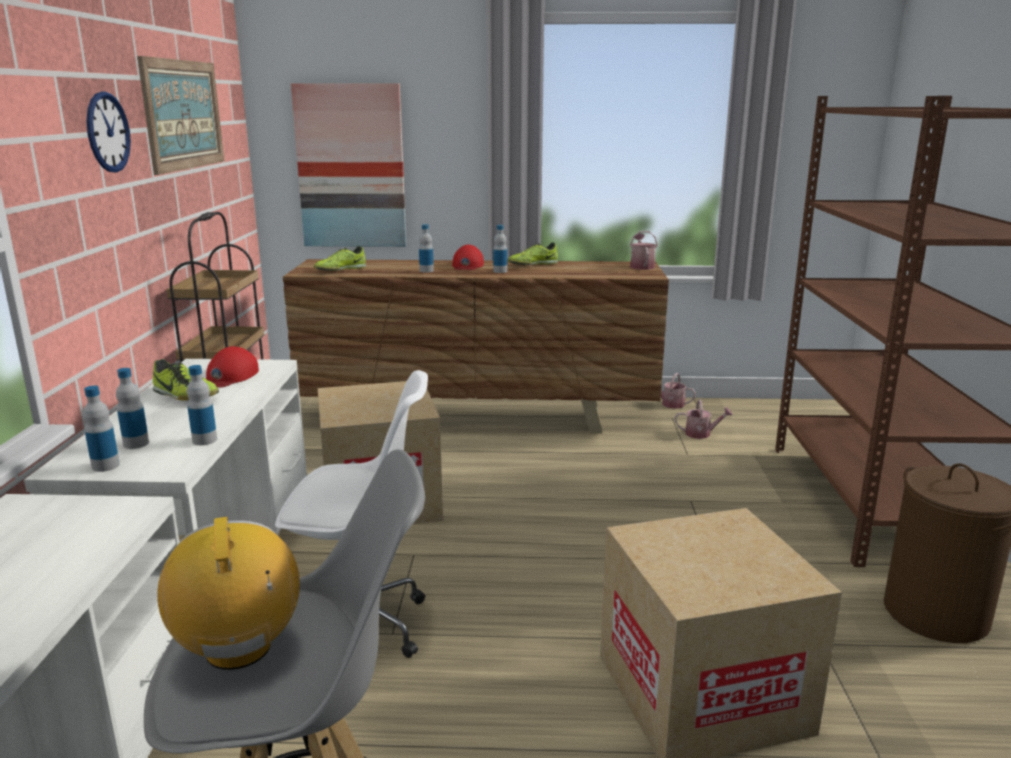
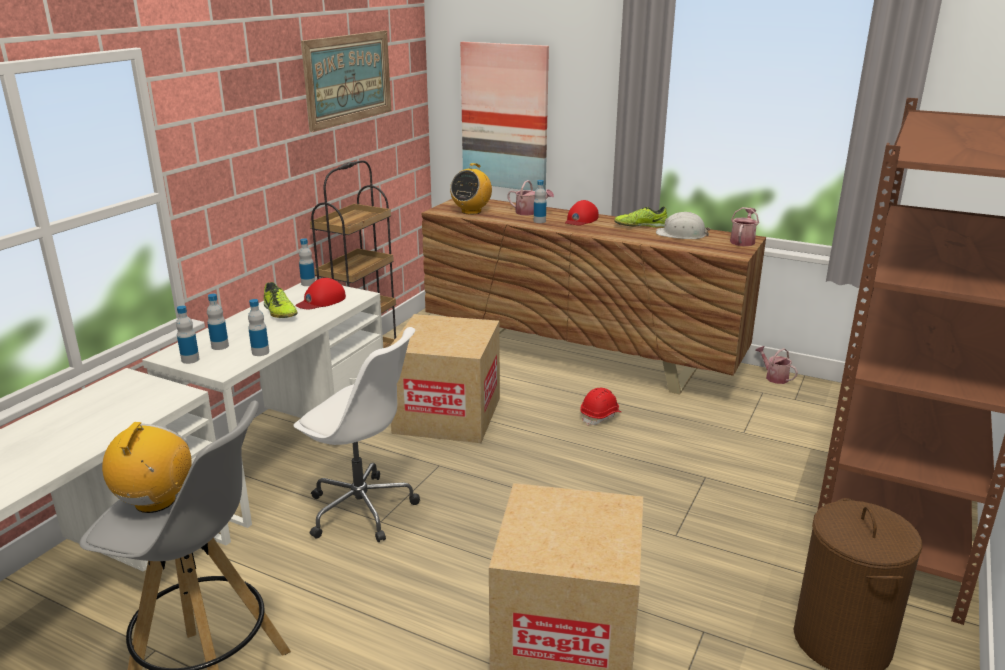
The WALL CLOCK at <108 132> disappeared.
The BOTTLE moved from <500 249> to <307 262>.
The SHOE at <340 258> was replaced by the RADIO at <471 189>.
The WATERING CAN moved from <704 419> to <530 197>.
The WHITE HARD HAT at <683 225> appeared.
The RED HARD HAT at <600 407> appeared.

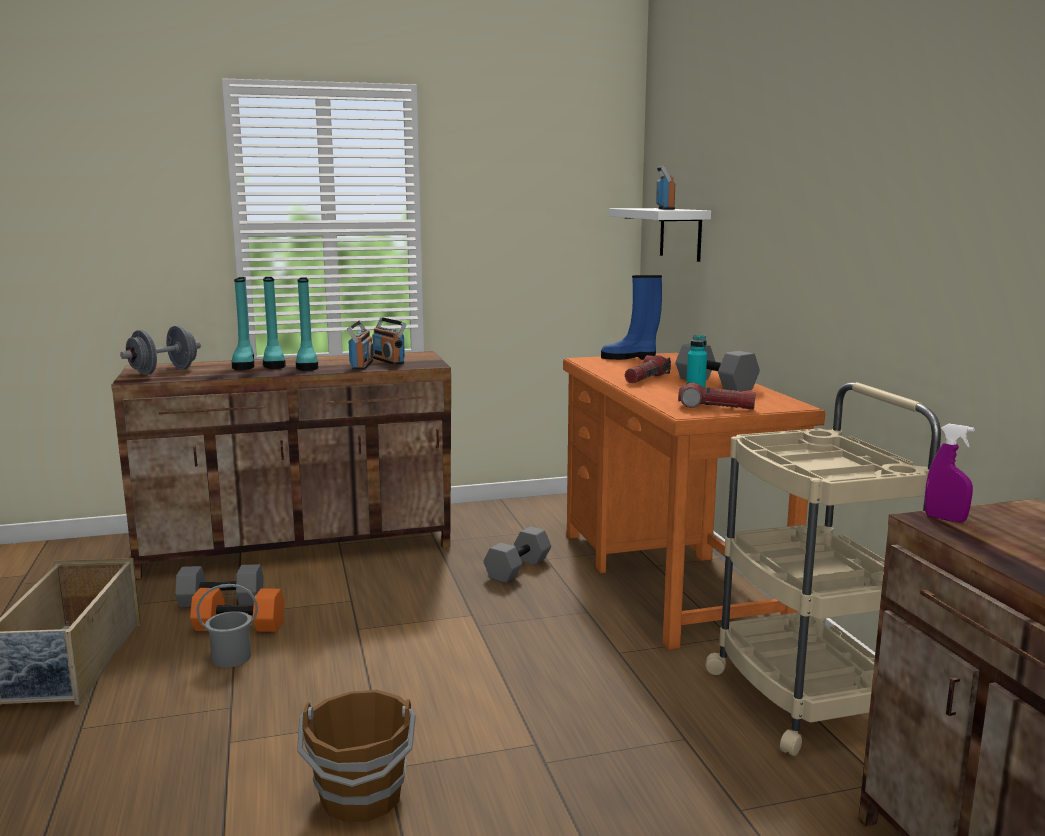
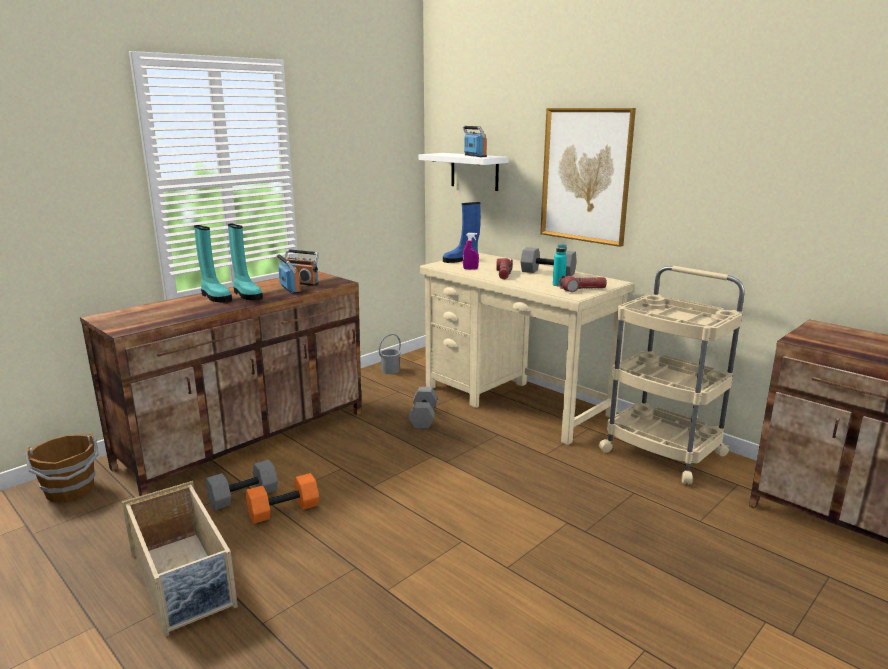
The TURQUOISE BOOT at <243 323> disappeared.
The GREY DUMBBELL at <160 350> disappeared.
The ORANGE DESK at <694 501> became the BEIGE DESK at <527 349>.
The PURPLE SPRAY BOTTLE moved from <949 473> to <471 251>.
The GREY BUCKET moved from <227 626> to <390 354>.
The BROWN BUCKET moved from <356 756> to <62 467>.
The PICTURE at <588 177> appeared.

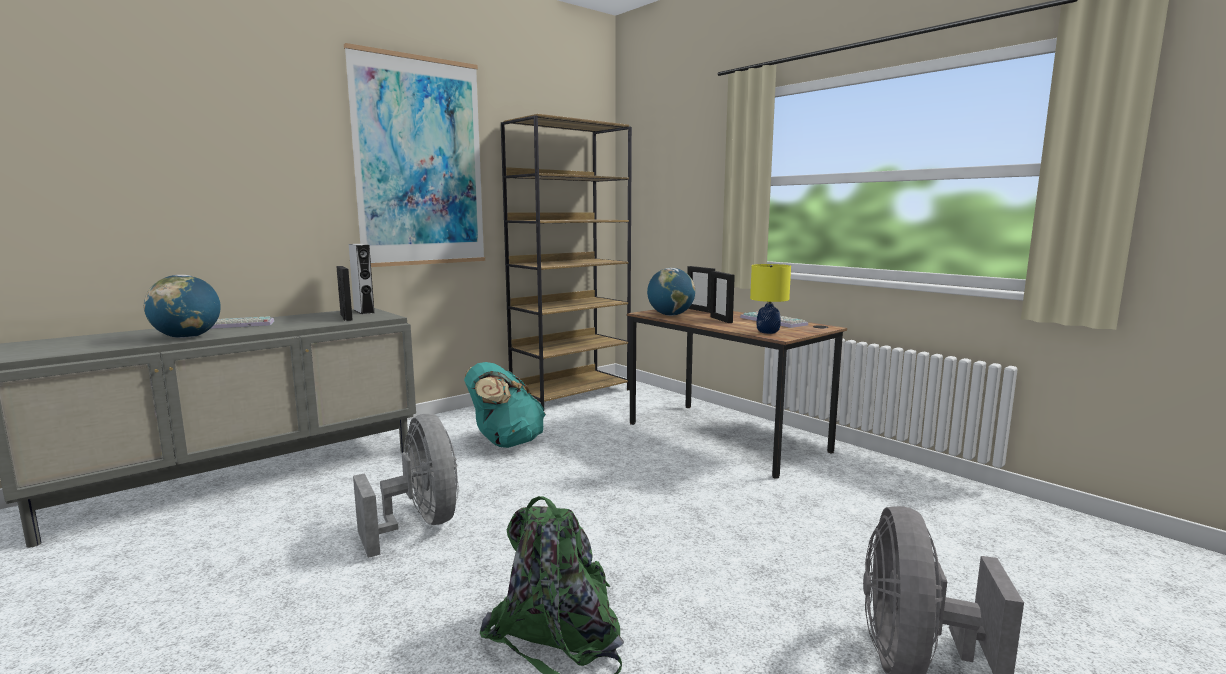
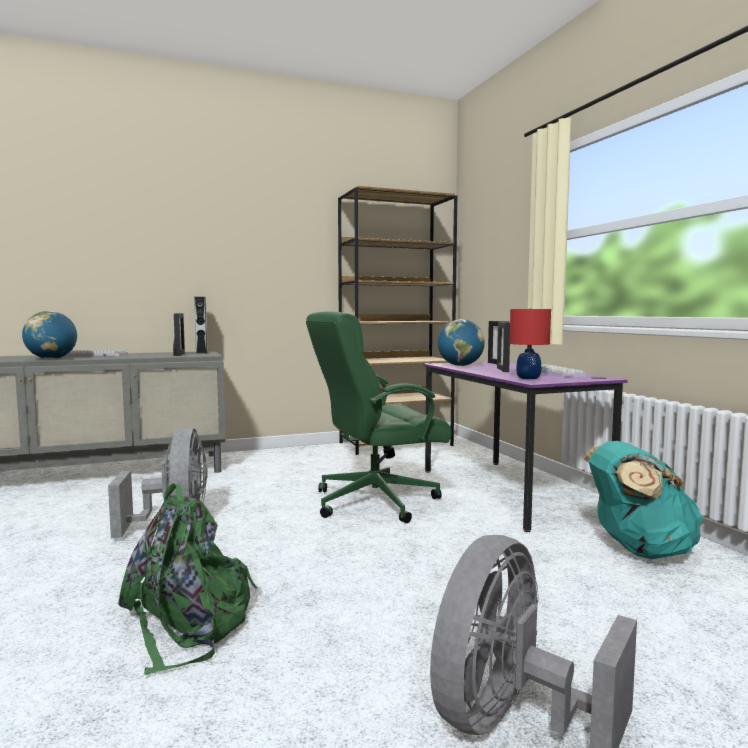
The PICTURE at <414 155> disappeared.
The YELLOW TABLE LAMP at <770 299> became the RED TABLE LAMP at <530 343>.
The BROWN DESK at <737 394> became the PURPLE DESK at <525 446>.
The TURQUOISE BACKPACK moved from <504 405> to <644 500>.
The GREEN OFFICE CHAIR at <379 417> appeared.

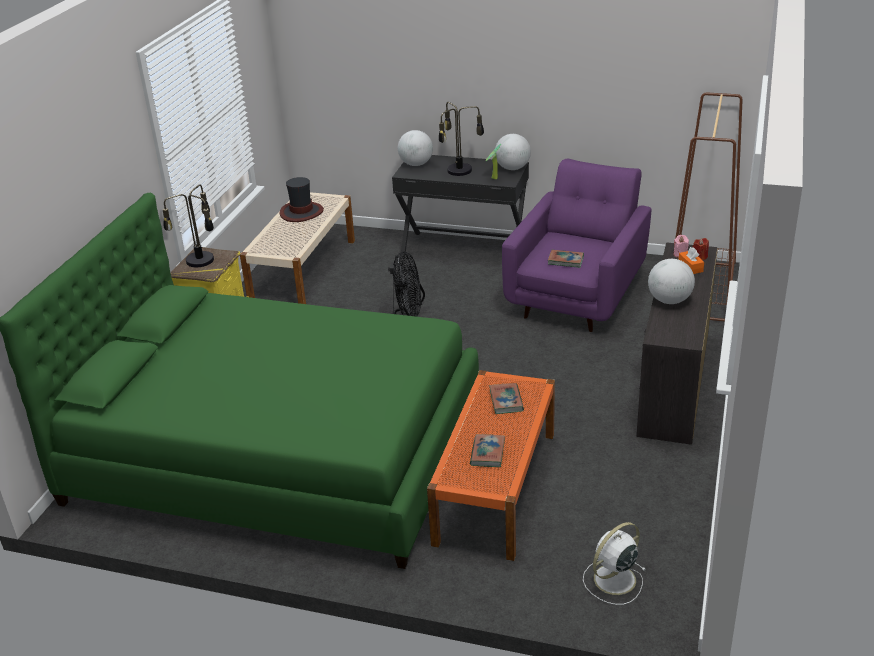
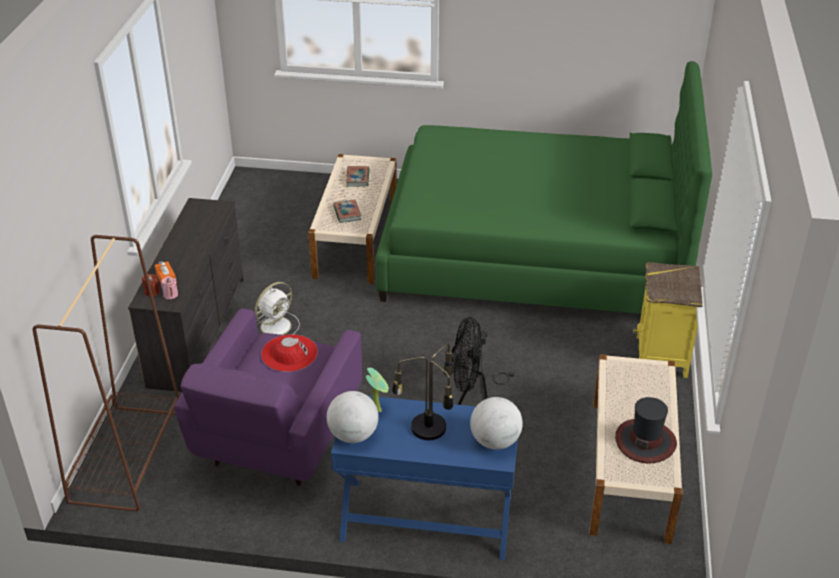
The BLACK DESK at <460 207> became the BLUE DESK at <424 478>.
The TABLE LAMP at <188 225> disappeared.
The BOOK at <566 259> was replaced by the RED HAT at <289 353>.
The GLOBE at <671 281> disappeared.
The ORANGE BENCH at <491 465> became the BEIGE BENCH at <352 219>.
The WHITE FAN moved from <614 563> to <277 308>.

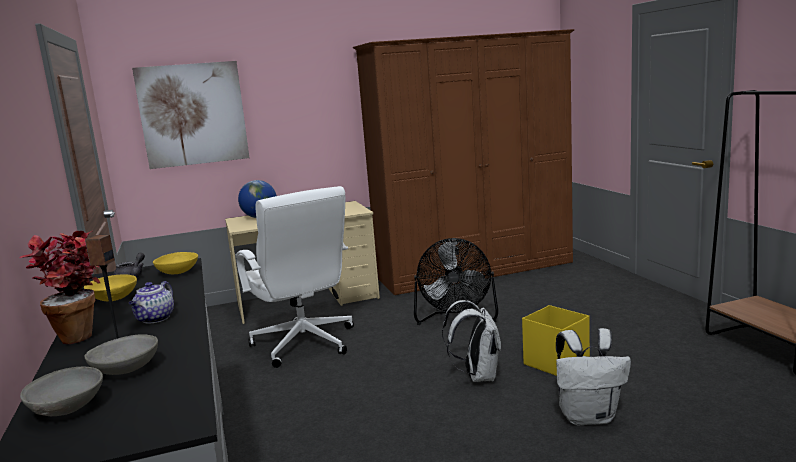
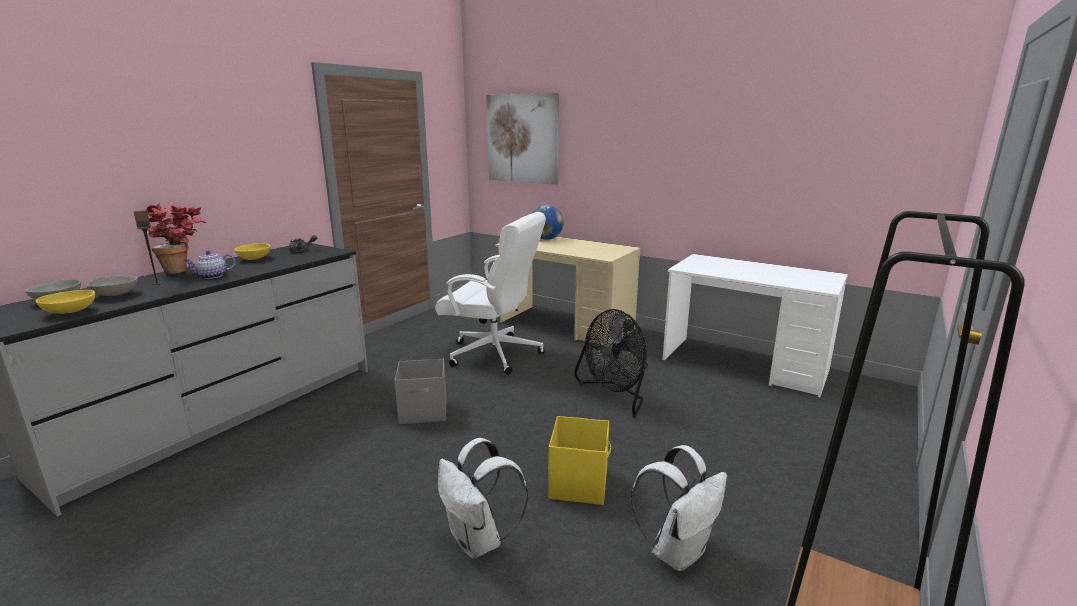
The BROWN WARDROBE at <463 162> was replaced by the WHITE DESK at <755 326>.
The WHITE OFFICE CHAIR at <294 277> turned 90 degrees counterclockwise.
The YELLOW BOWL moved from <175 263> to <65 302>.
The WHITE BACKPACK moved from <471 341> to <678 508>.
The GREY STORAGE BOX at <421 391> appeared.

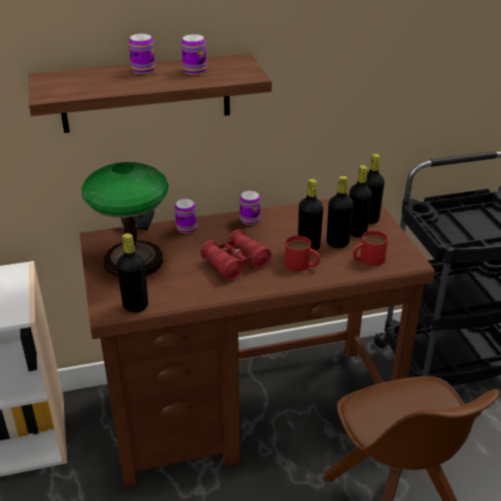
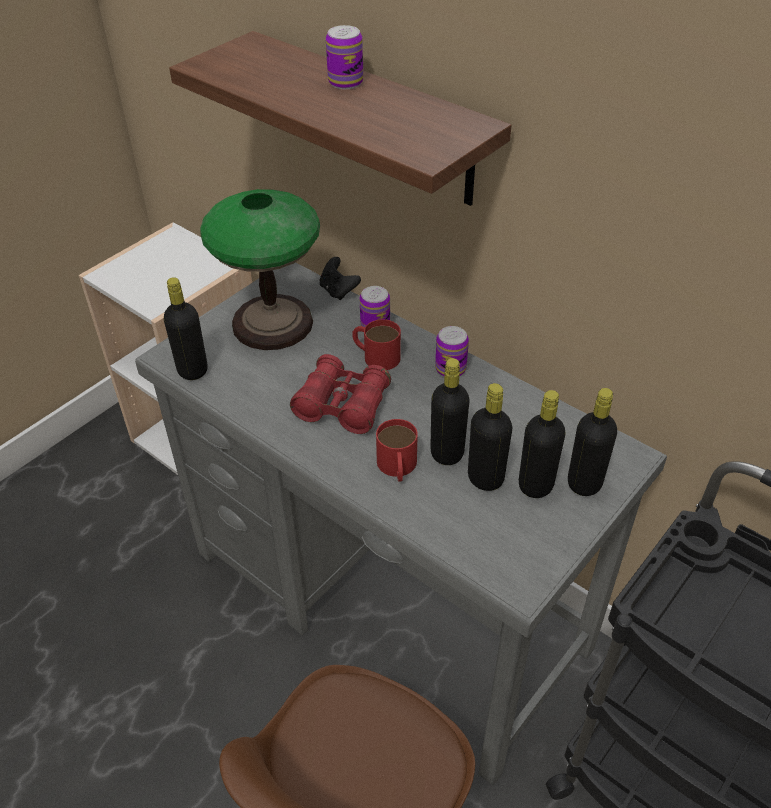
The CAN at <193 54> disappeared.
The BROWN DESK at <257 343> became the GREY DESK at <401 523>.
The RED MUG moved from <370 248> to <376 344>.

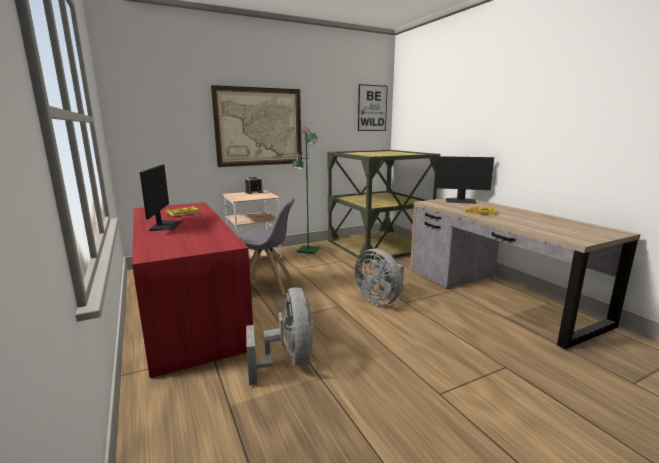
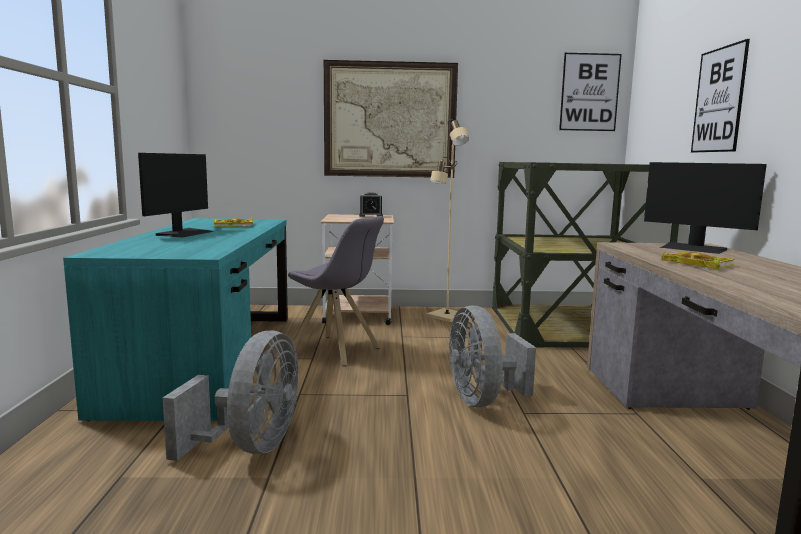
The GREEN FLOOR LAMP at <306 190> became the BEIGE FLOOR LAMP at <447 220>.
The RED DESK at <192 290> became the TURQUOISE DESK at <175 319>.
The PICTURE at <720 96> appeared.

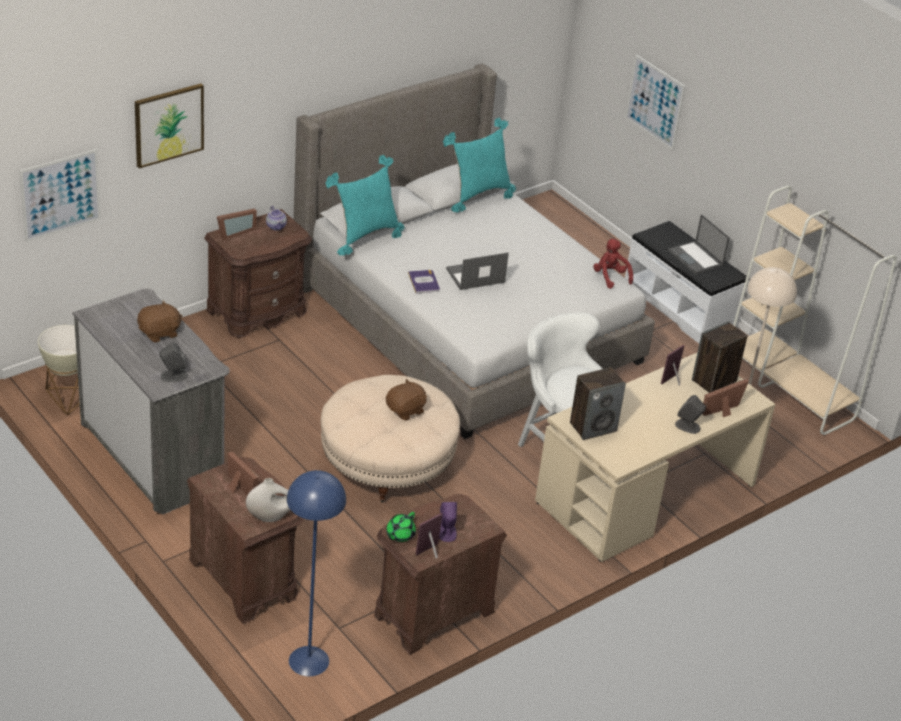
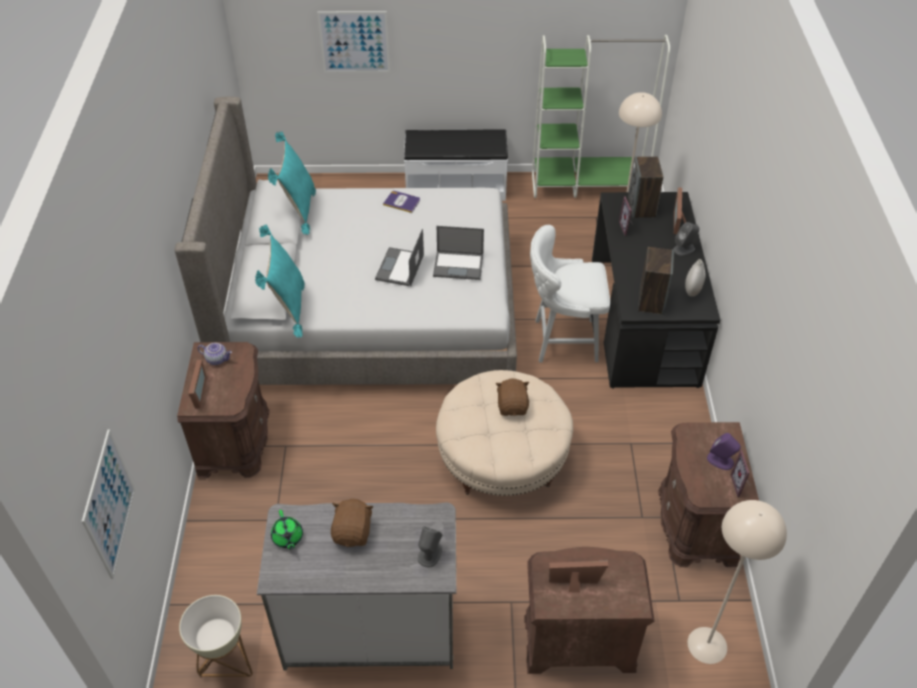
The PICTURE at <169 126> disappeared.
The BEIGE CLOTHES RACK at <815 310> became the GREEN CLOTHES RACK at <601 116>.
The LAPTOP moved from <699 244> to <458 253>.
The RED PLUSH TOY at <613 264> disappeared.
The BOOK moved from <424 281> to <401 202>.
The BEIGE DESK at <655 457> became the BLACK DESK at <656 290>.
The BLUE FLOOR LAMP at <316 573> became the BEIGE FLOOR LAMP at <737 582>.
The WHITE VASE moved from <268 500> to <695 278>.
The GREEN TEAPOT moved from <401 527> to <287 529>.

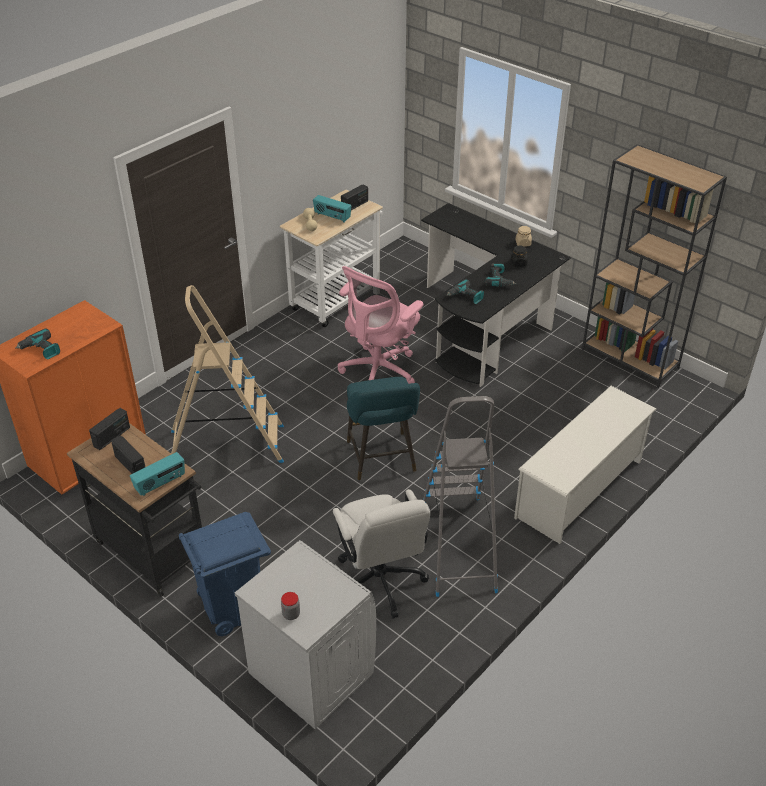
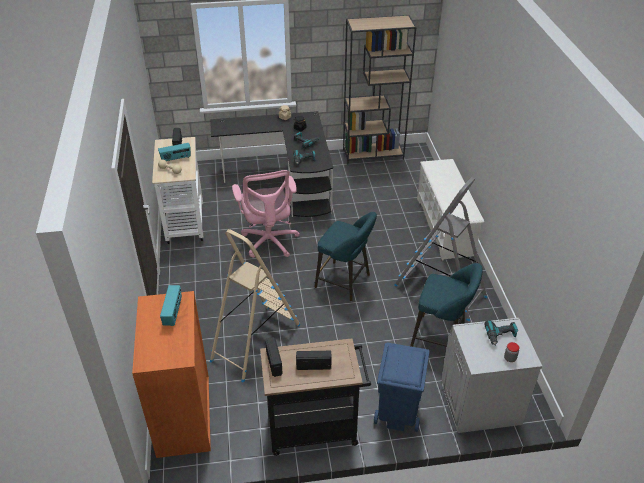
The POWER DRILL moved from <37 344> to <501 333>.
The RADIO moved from <157 474> to <171 305>.
The WHITE OFFICE CHAIR at <381 553> was replaced by the TURQUOISE STOOL at <446 305>.

